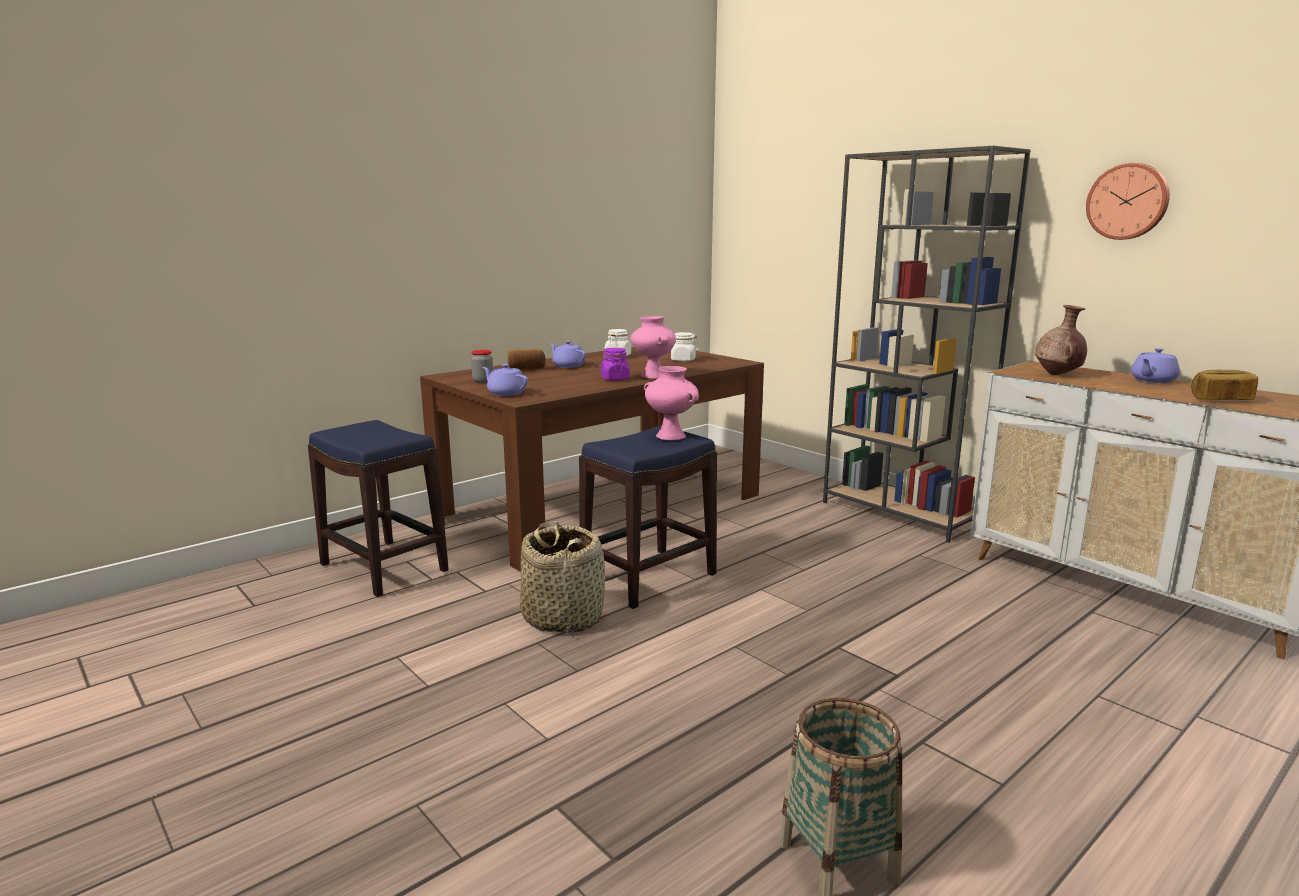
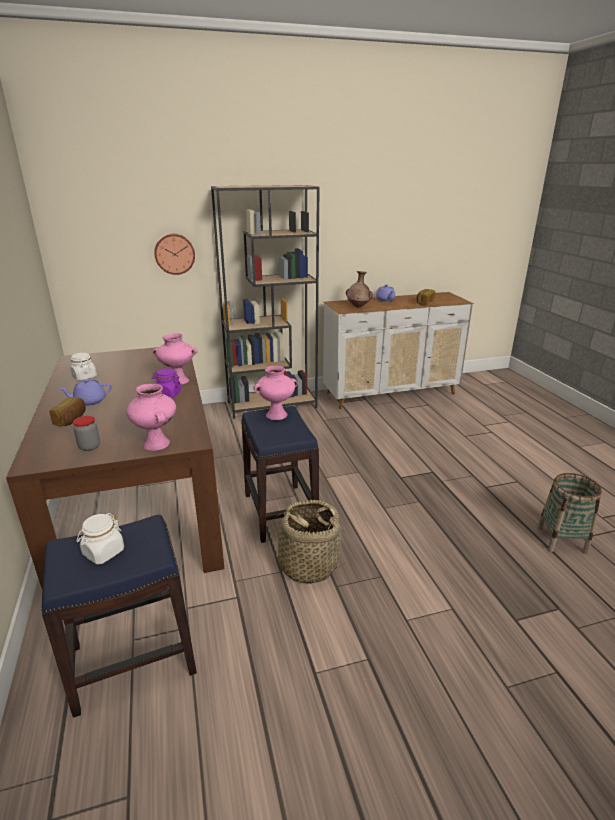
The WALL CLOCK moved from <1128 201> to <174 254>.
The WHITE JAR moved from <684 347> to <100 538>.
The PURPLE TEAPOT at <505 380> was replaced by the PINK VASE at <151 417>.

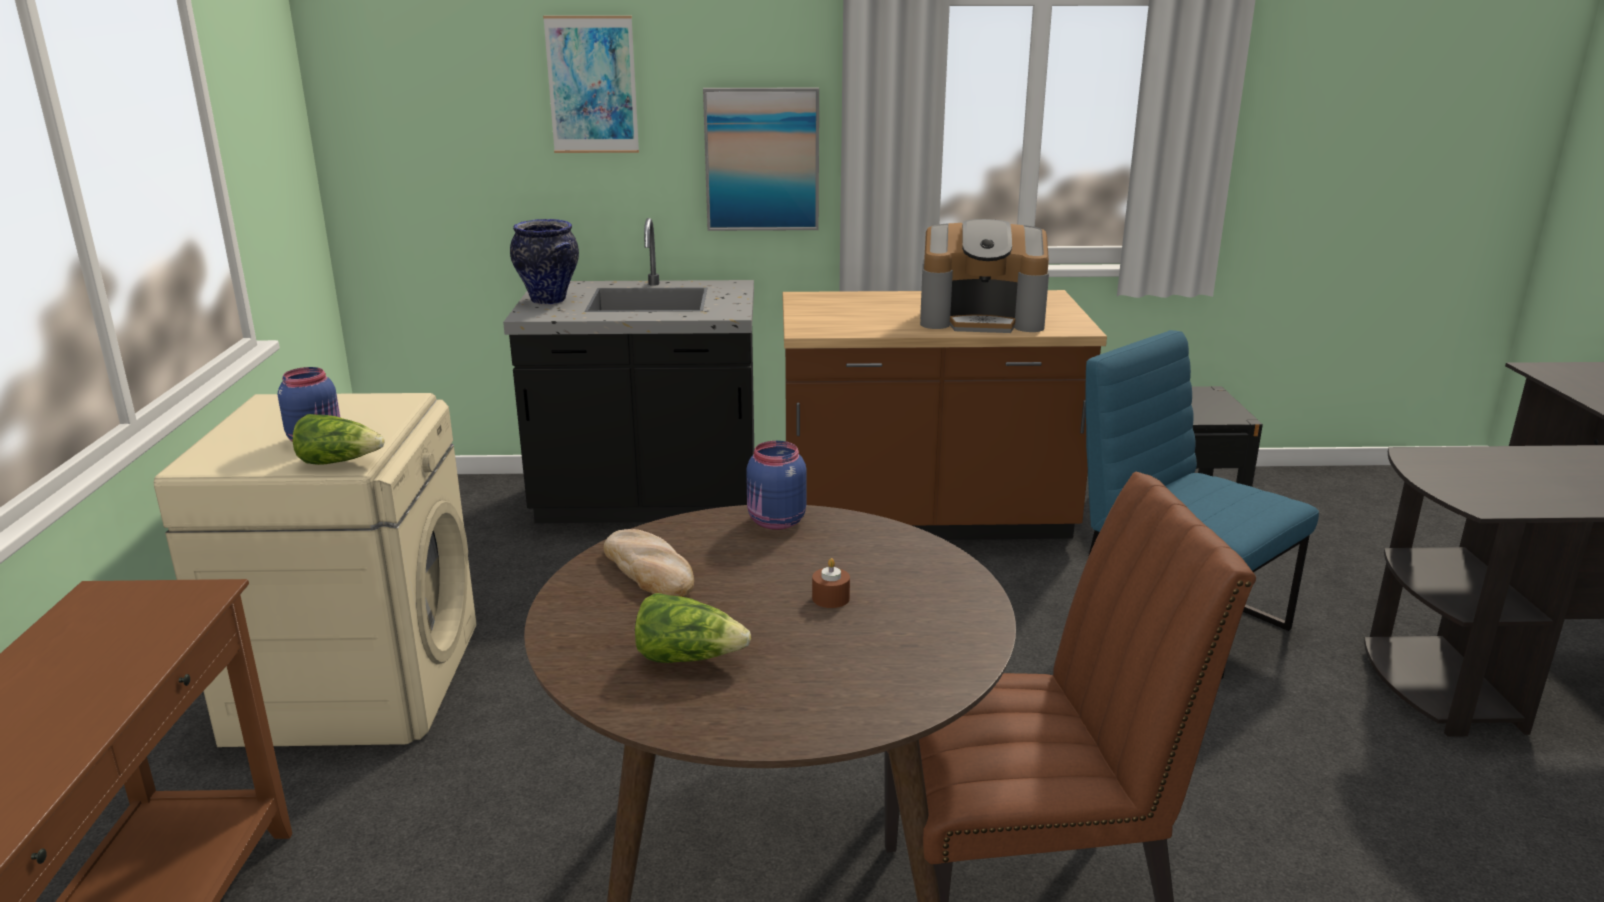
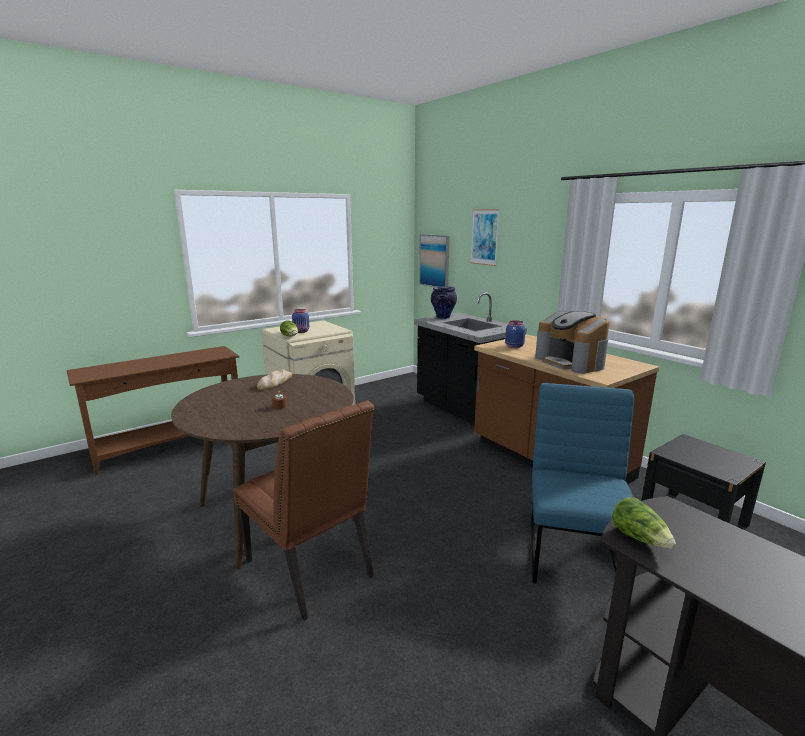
The PICTURE moved from <761 159> to <434 260>.
The BLUE JAR moved from <776 485> to <515 334>.
The LETTUCE moved from <693 628> to <644 523>.

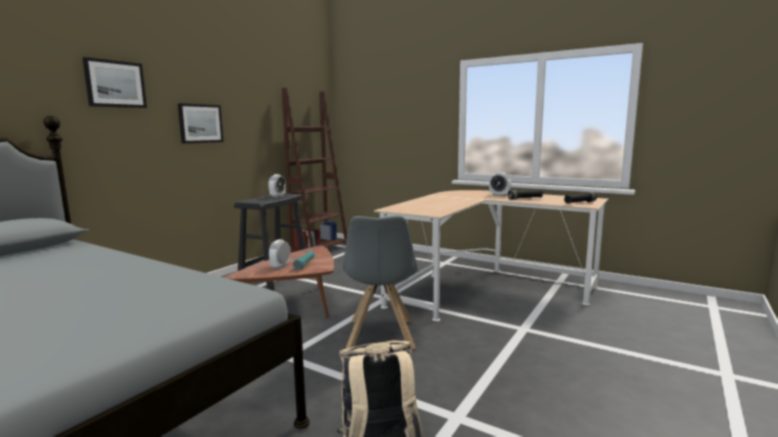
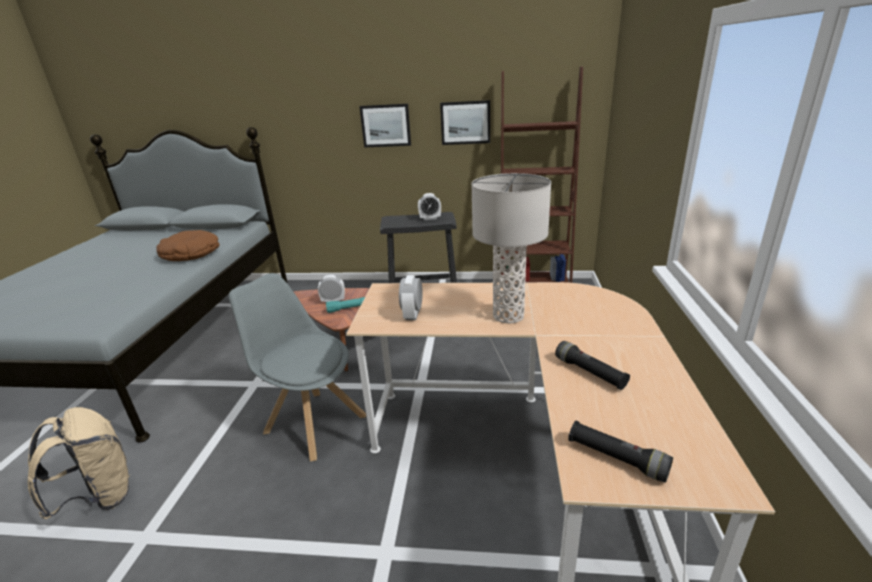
The PICTURE moved from <114 82> to <465 122>.
The ALARM CLOCK moved from <500 184> to <410 297>.
The GREY CHAIR at <380 283> turned 60 degrees clockwise.
The WHITE TABLE LAMP at <511 248> appeared.
The BROWN PILLOW at <187 245> appeared.

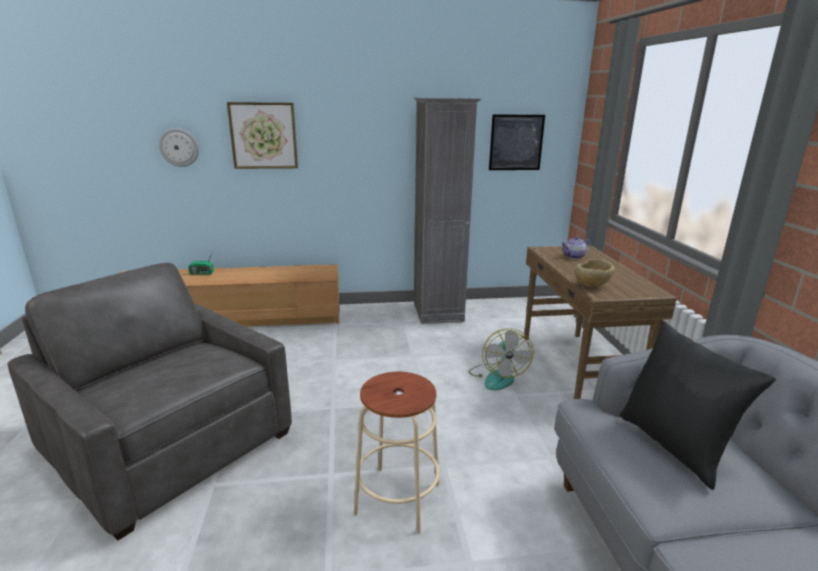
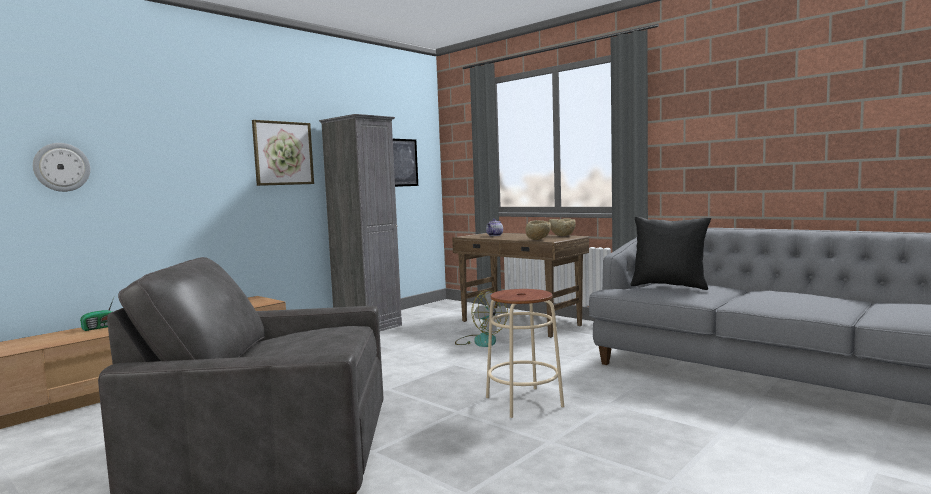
The PICTURE moved from <262 135> to <283 153>.
The BEIGE BOWL at <562 227> appeared.

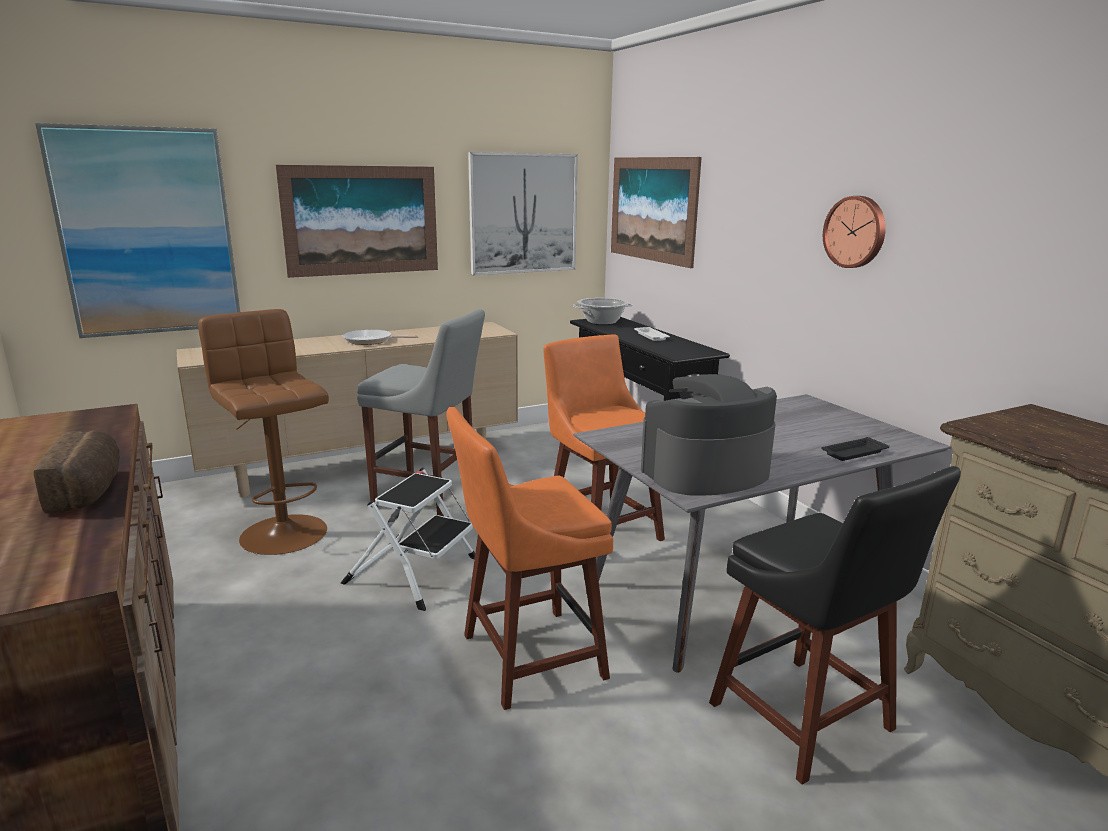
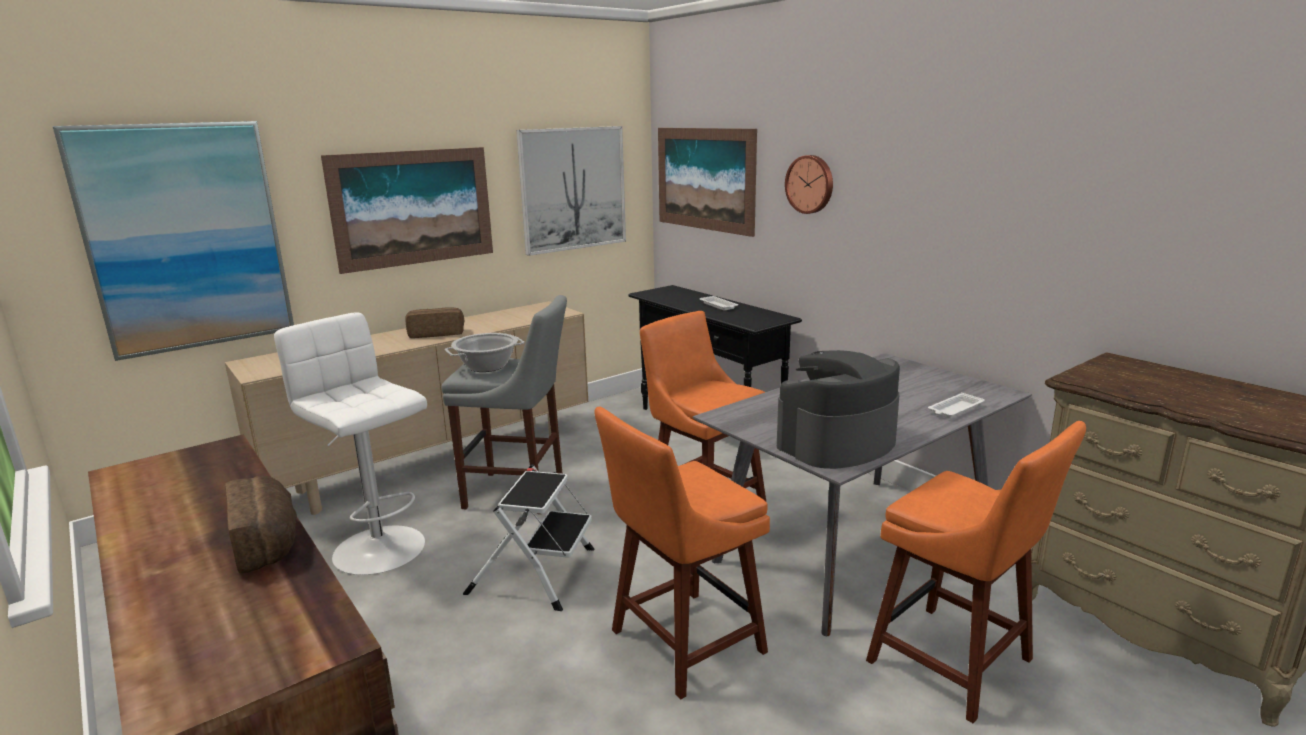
The WALL CLOCK moved from <854 232> to <809 184>.
The COOKING POT moved from <603 311> to <485 352>.
The BROWN STOOL at <263 432> became the WHITE STOOL at <350 443>.
The FRYING PAN at <380 337> was replaced by the BREAD at <434 322>.
The BLACK TRAY at <855 449> became the WHITE TRAY at <956 405>.
The BLACK CHAIR at <835 625> became the ORANGE CHAIR at <976 572>.

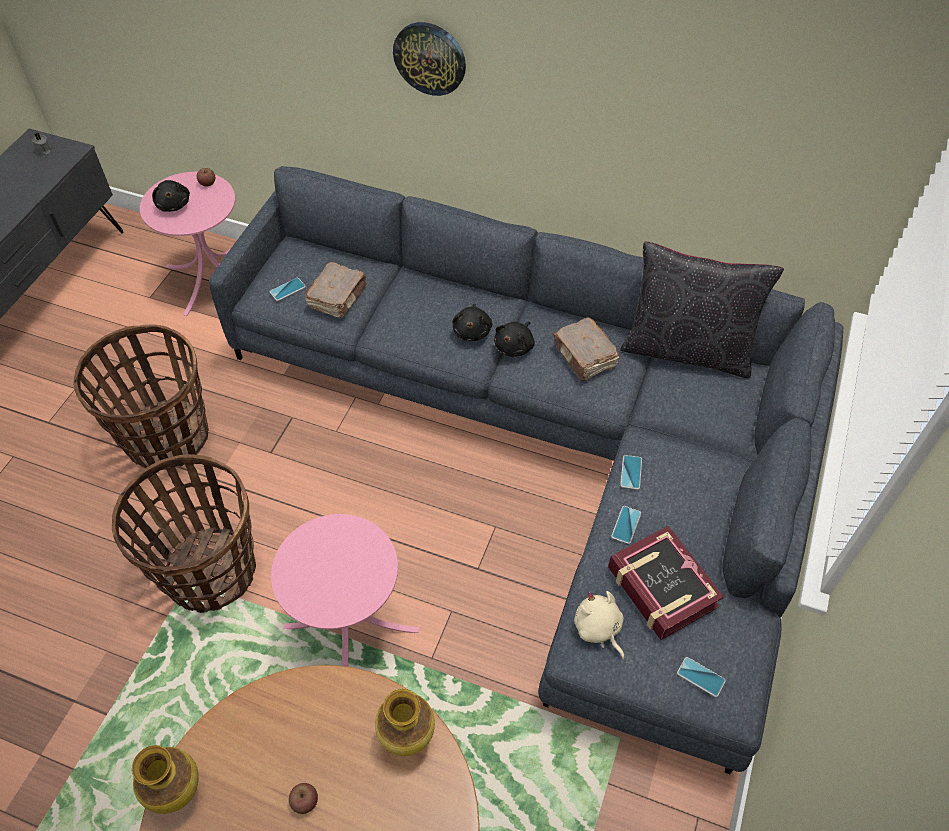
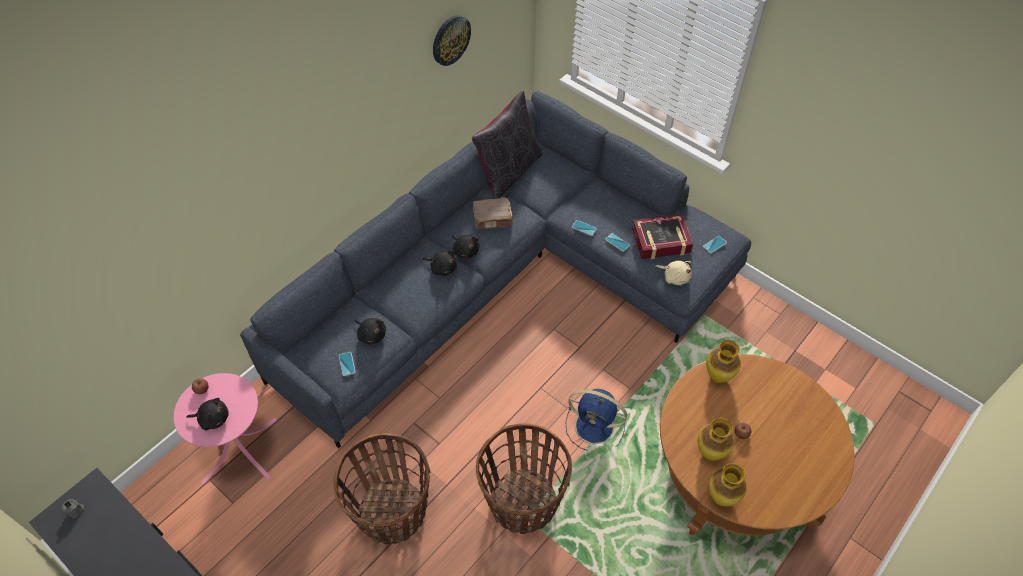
The WALL CLOCK moved from <429 59> to <452 40>.
The BROWN BOOK at <336 290> was replaced by the BLACK PLUSH TOY at <370 331>.
The PINK SIDE TABLE at <345 590> was replaced by the BLUE FAN at <596 420>.
The BEIGE PLUSH TOY at <599 625> turned 135 degrees counterclockwise.
The VASE at <716 439> appeared.

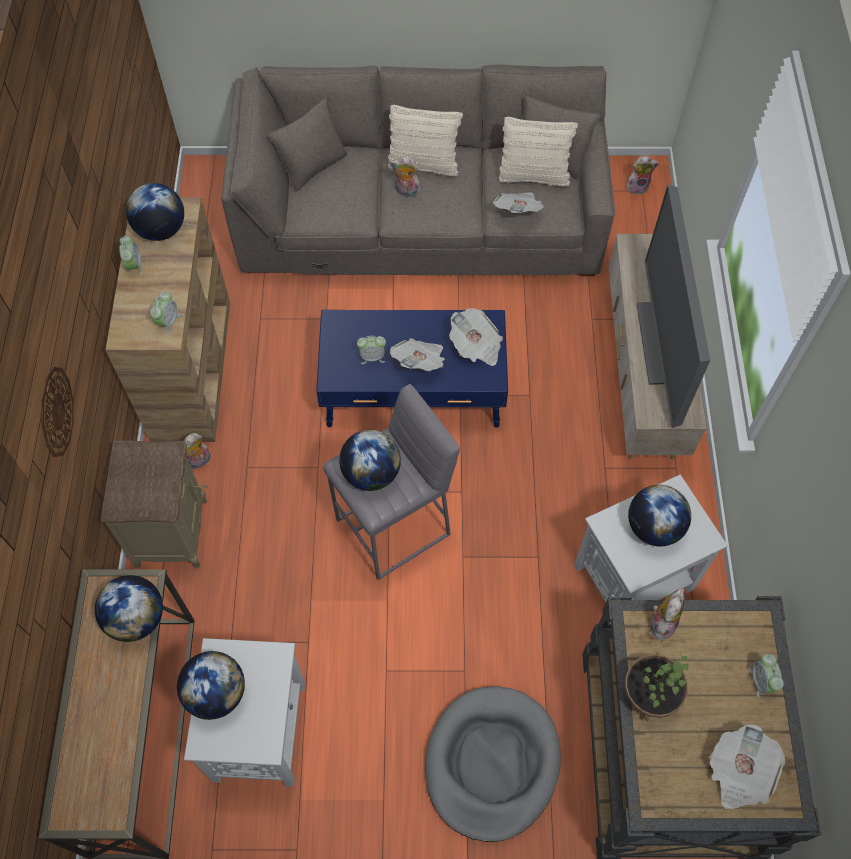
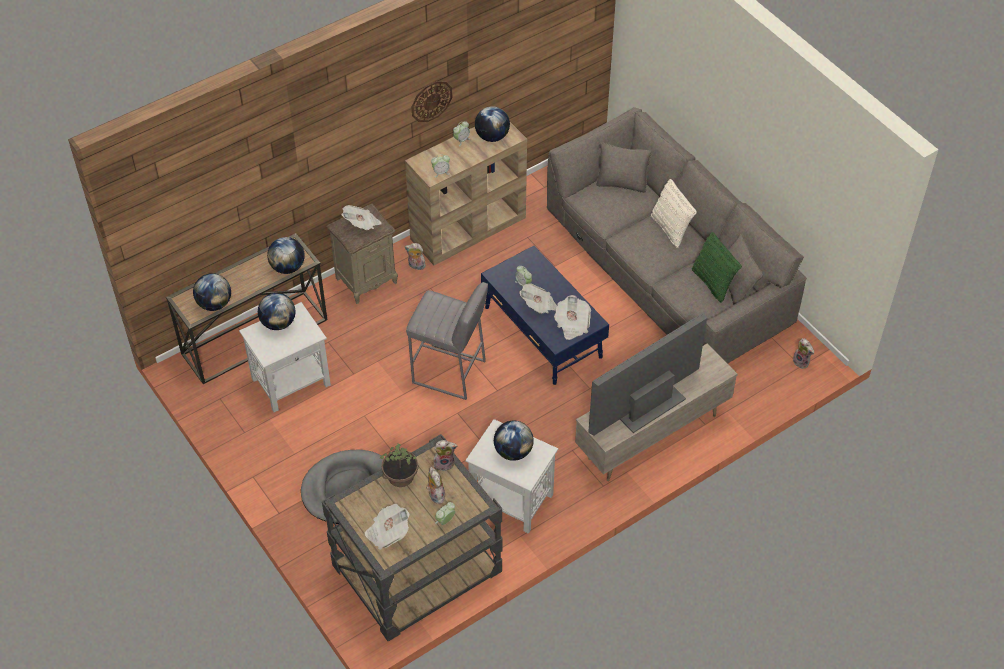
The BEIGE PILLOW at <538 152> became the GREEN PILLOW at <717 267>.
The PLUSH TOY moved from <406 177> to <435 485>.
The NEWSPAPER moved from <518 202> to <361 217>.
The WALL CLOCK moved from <57 412> to <432 101>.
The GLOBE moved from <370 460> to <212 292>.

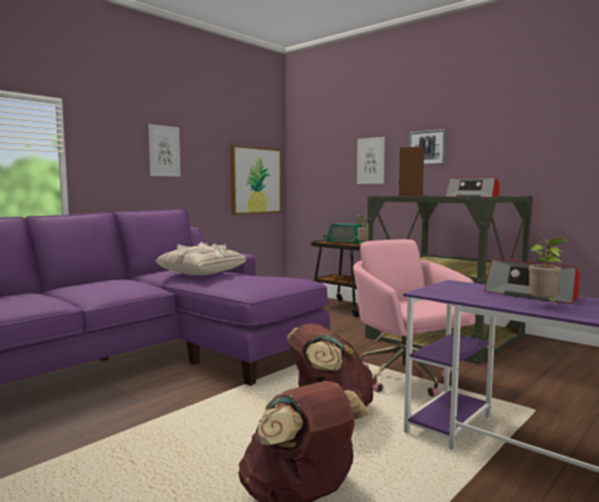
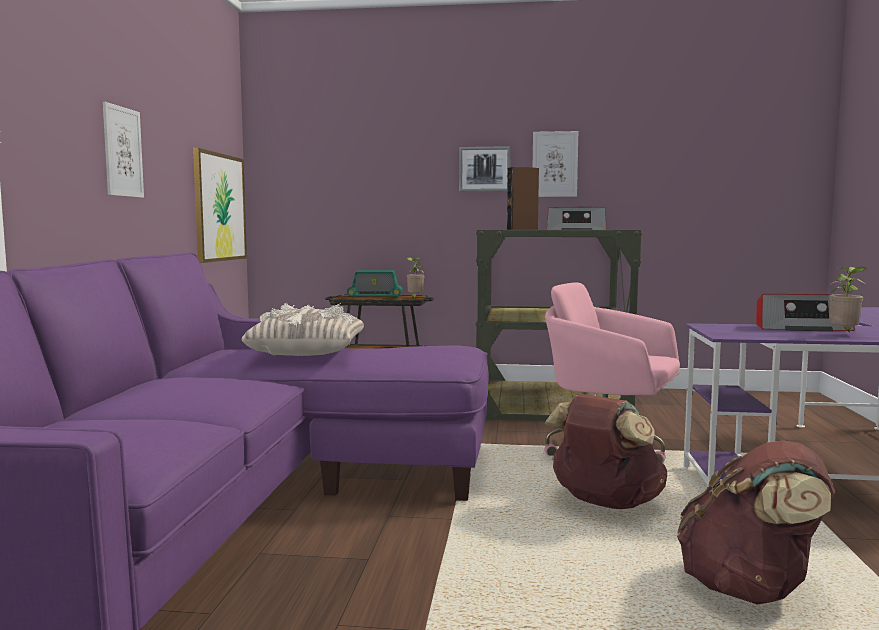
The PICTURE moved from <371 160> to <555 164>.

